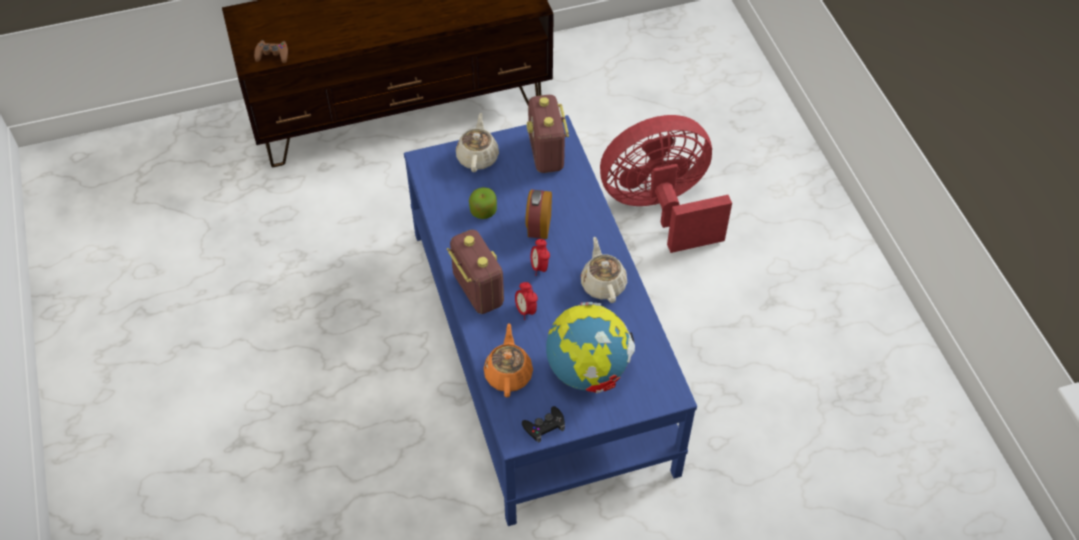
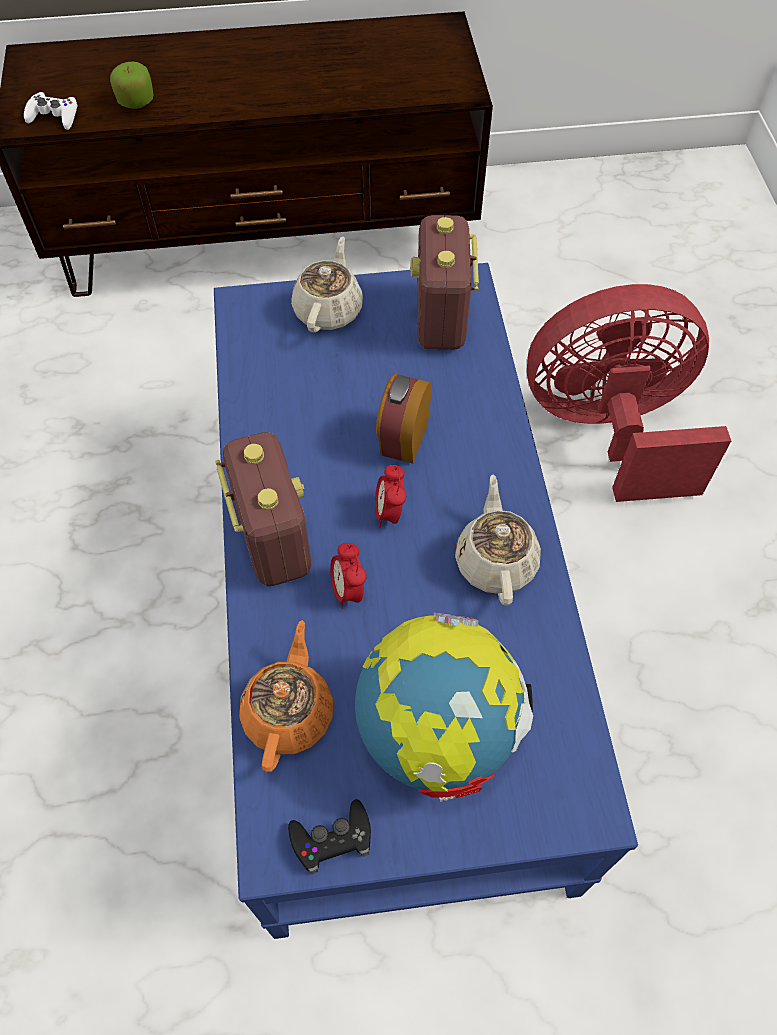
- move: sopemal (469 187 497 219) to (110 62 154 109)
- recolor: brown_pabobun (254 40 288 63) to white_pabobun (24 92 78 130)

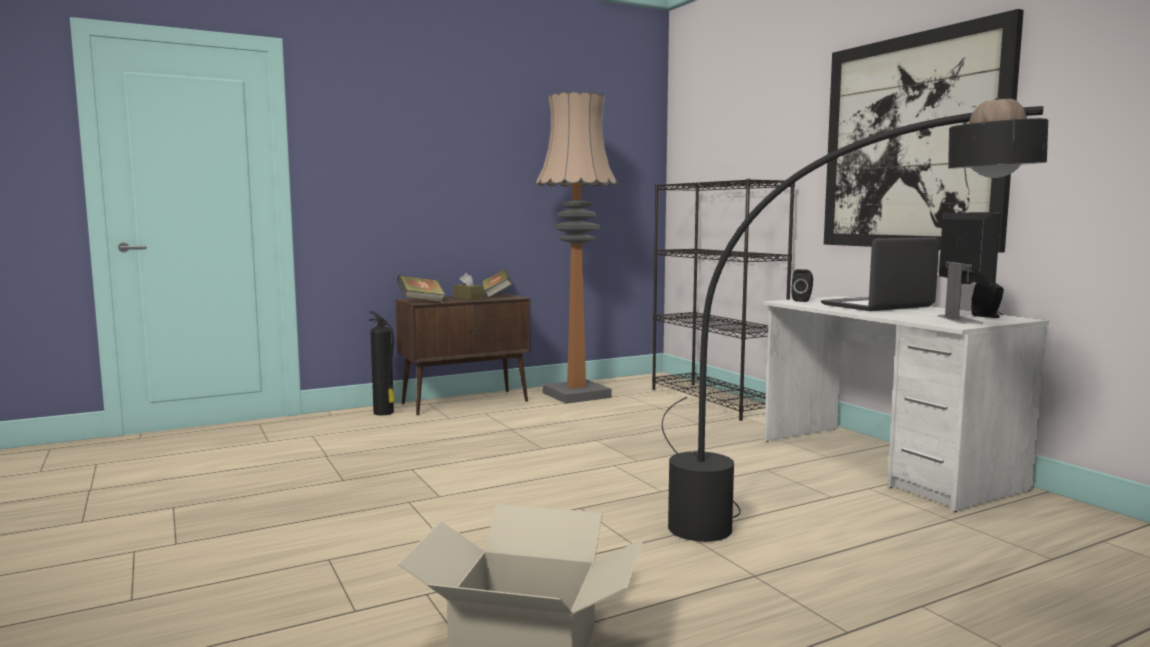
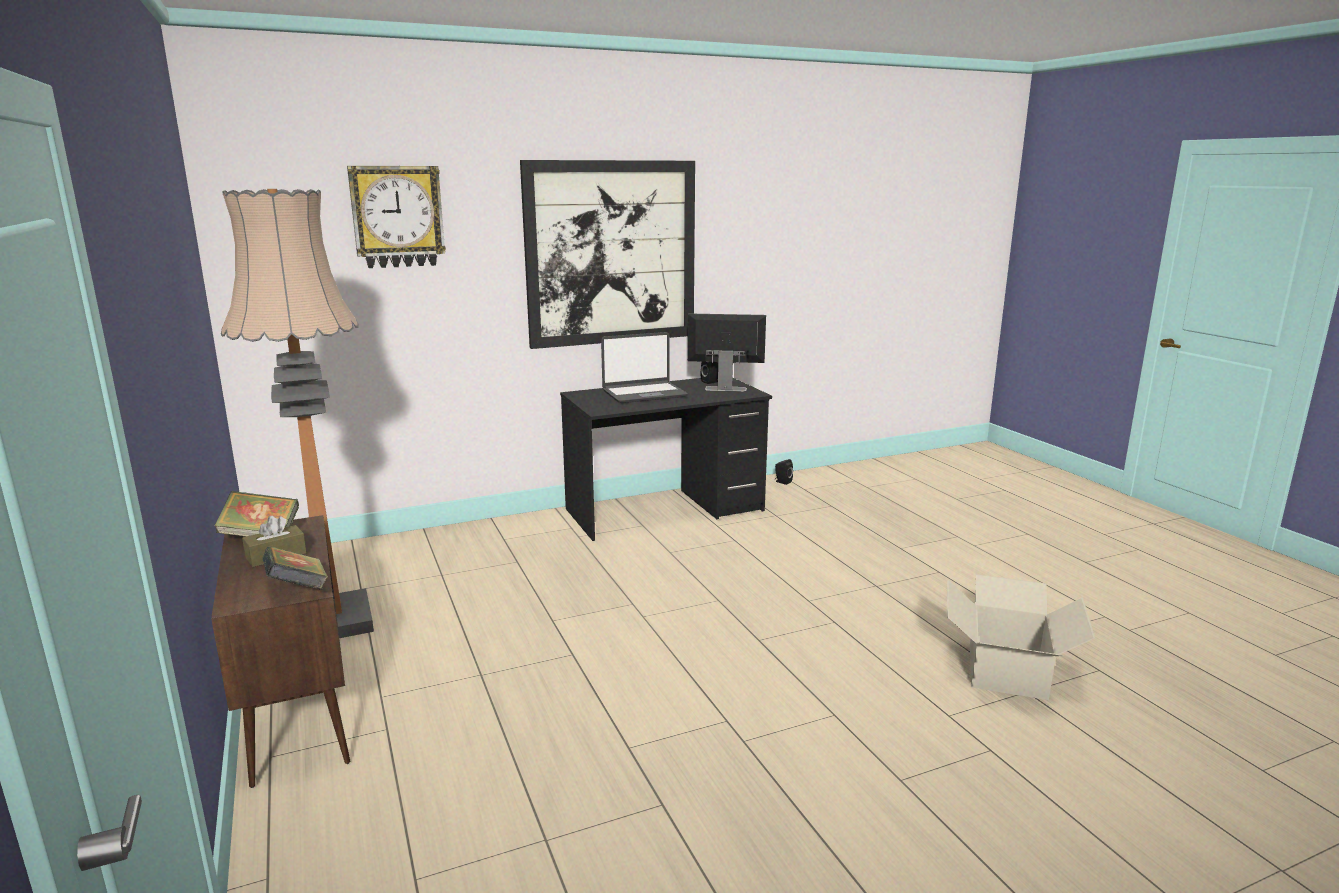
- delete: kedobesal (369 311 396 415)
- delete: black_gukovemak (652 179 795 421)
- delete: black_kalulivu (662 98 1048 542)
- insert: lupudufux (347 166 446 268)
- move: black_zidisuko (791 269 813 302) to (775 459 793 485)
- recolor: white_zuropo (764 296 1049 512) to black_zuropo (560 378 772 541)
- rotate: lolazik (821 237 939 311) = (601 332 688 403) 90 degrees counterclockwise

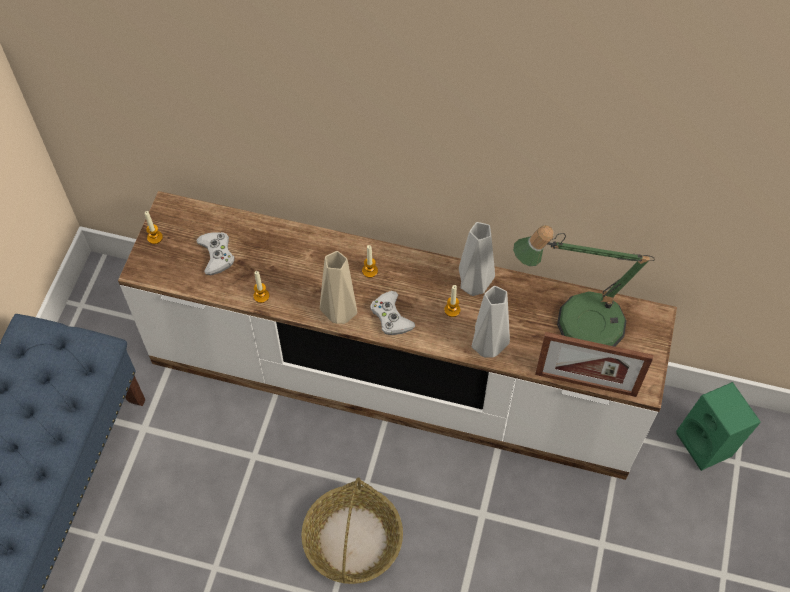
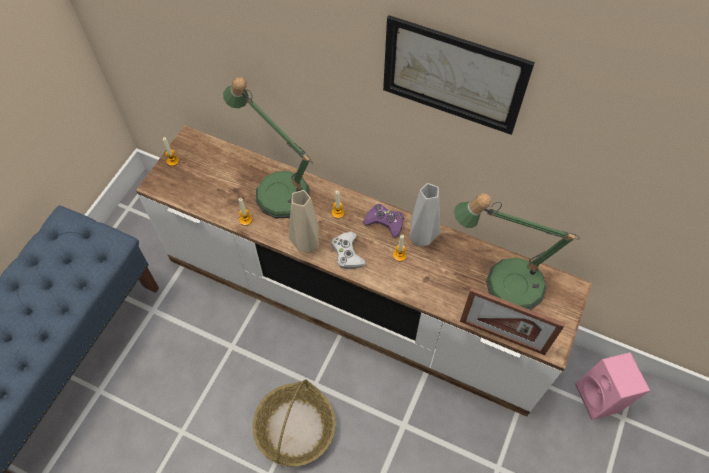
- delete: white_pabobun (197 232 235 275)
- delete: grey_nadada (472 286 510 358)
- insert: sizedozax (223 77 313 218)
- insert: purple_pabobun (363 204 404 237)
- insert: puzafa (383 15 535 135)
- recolor: green_zidisuko (676 382 761 471) to pink_zidisuko (575 352 650 420)

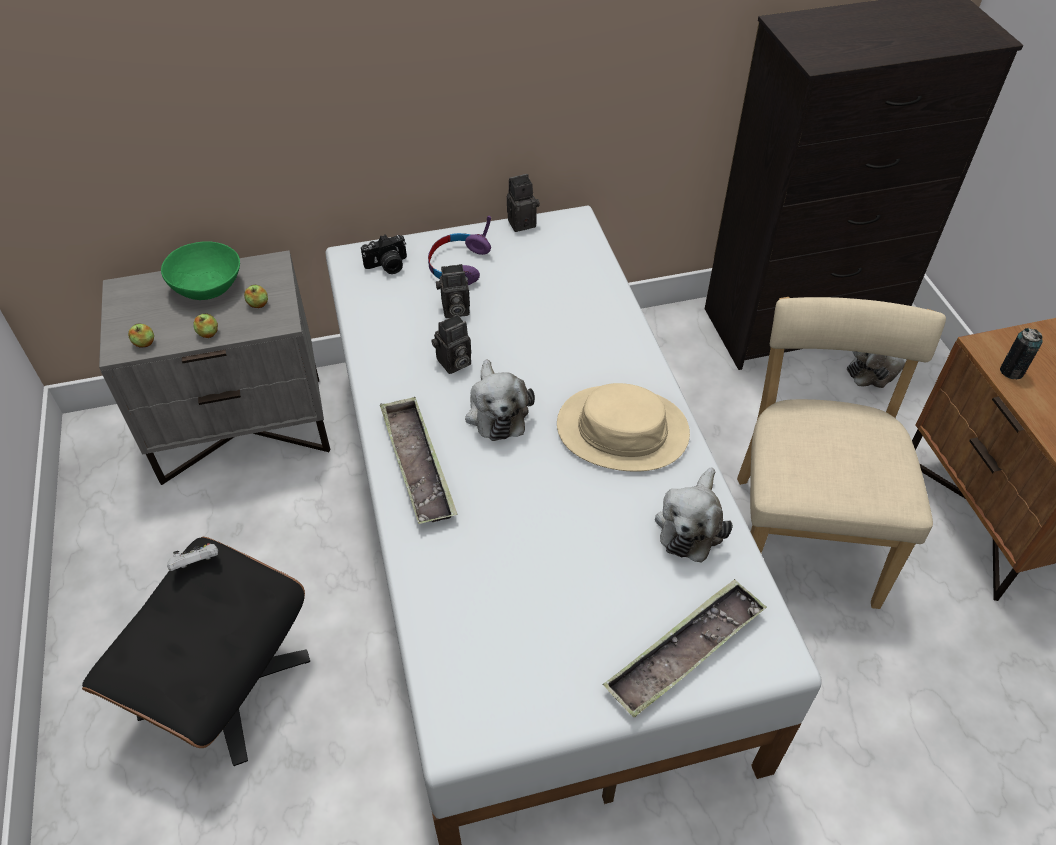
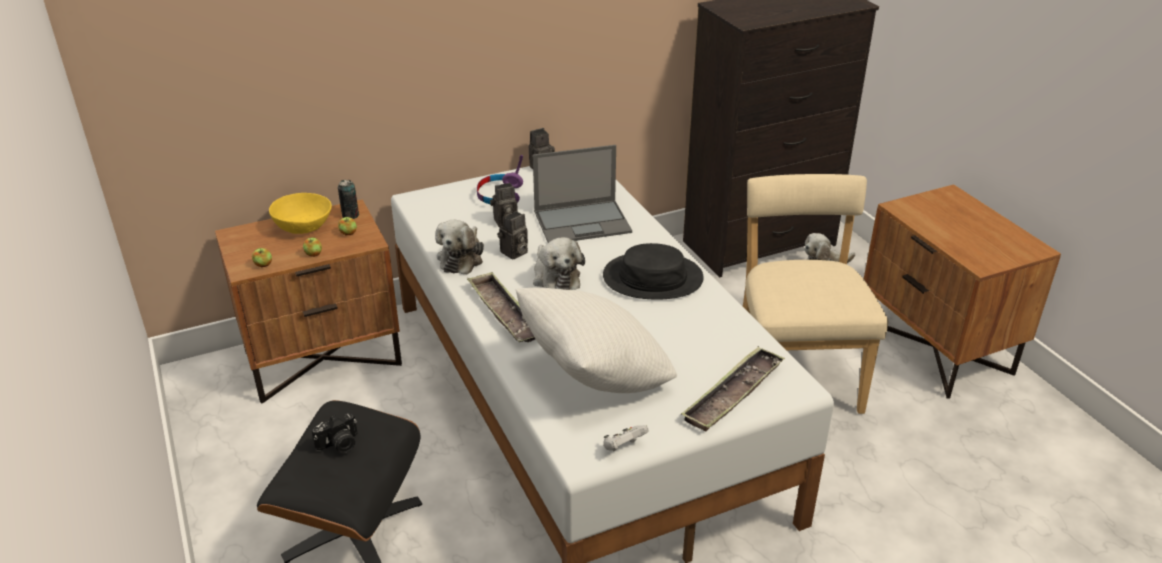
- insert: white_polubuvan (515 288 677 393)
- insert: lolazik (533 145 632 243)
- move: white_pabobun (167 543 218 571) to (603 425 649 452)
- move: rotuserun (361 234 407 274) to (312 413 358 453)
- move: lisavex (655 467 733 563) to (435 219 484 274)
- move: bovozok (1000 328 1043 380) to (338 180 359 219)
- recolor: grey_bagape (99 250 331 485) to brown_bagape (215 199 402 404)
- recolor: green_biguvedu (161 241 240 300) to yellow_biguvedu (269 193 332 234)
- recolor: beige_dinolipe (557 383 690 472) to black_dinolipe (603 243 704 300)

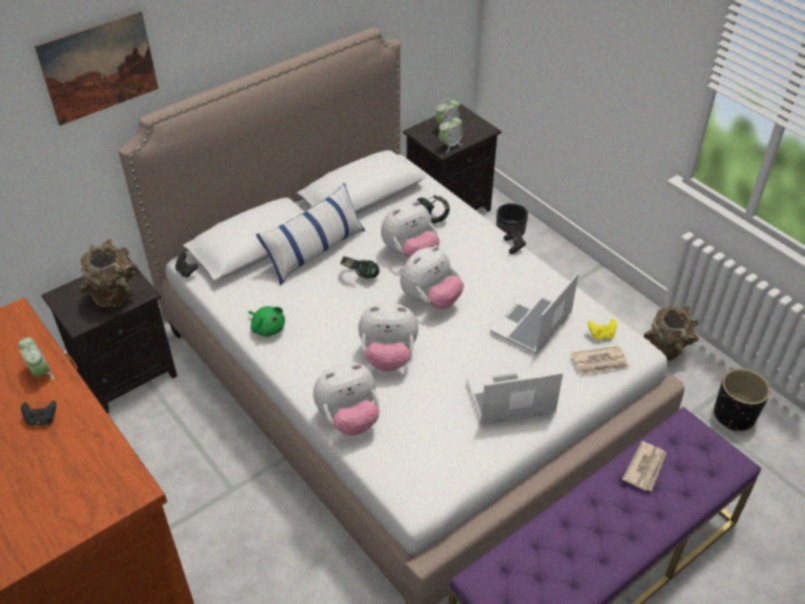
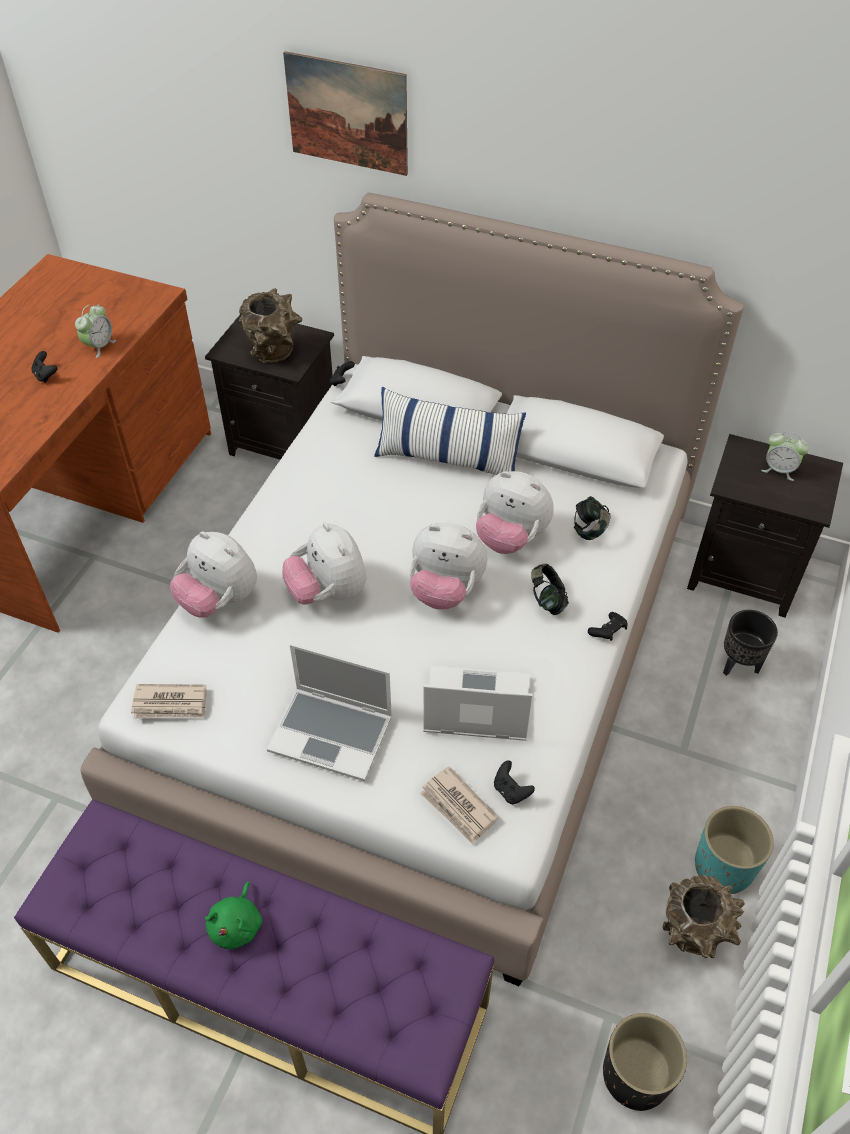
- delete: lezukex (439 116 463 153)
- insert: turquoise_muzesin (695 806 774 894)
- move: green_lisavex (248 306 285 337) to (205 882 262 949)
- move: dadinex (340 256 380 279) to (531 564 569 615)
- move: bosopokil (622 441 666 492) to (131 684 207 719)
- recolor: yellow_pabobun (588 318 617 340) to black_pabobun (494 760 535 804)
- rotate: lolazik (467 368 563 425) = (267 644 392 781) 150 degrees clockwise

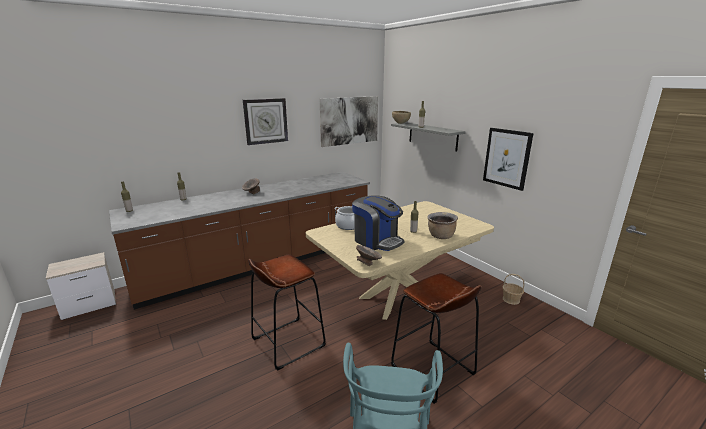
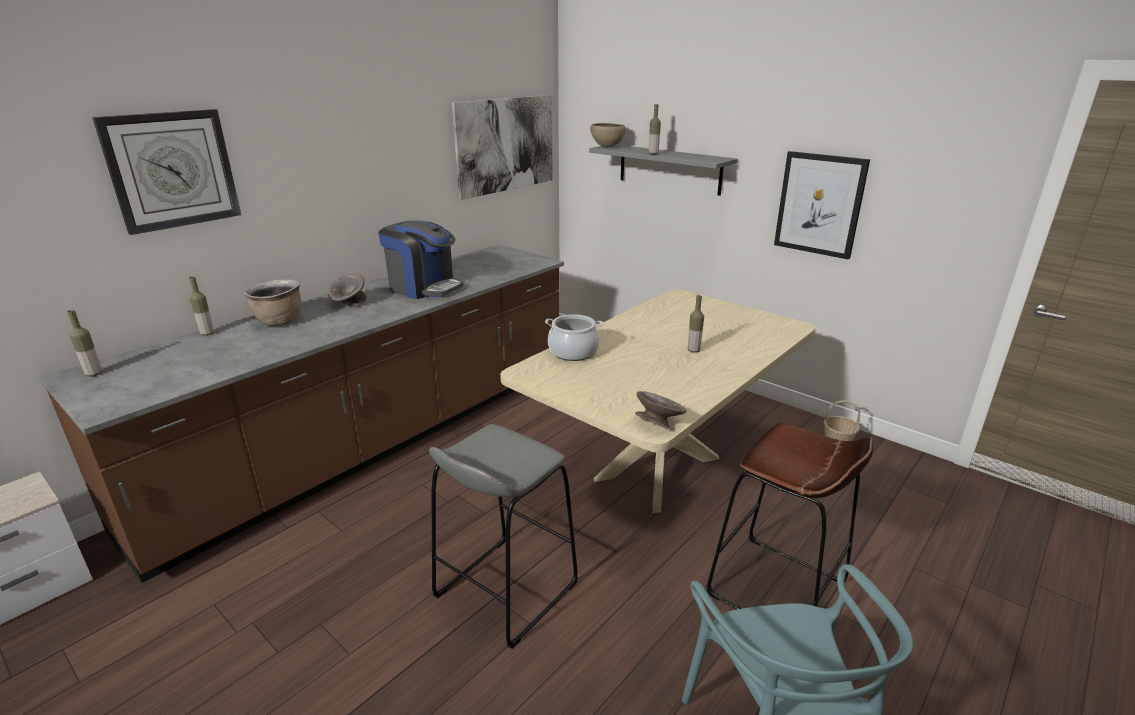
- move: lupudufux (243 98 288 145) to (92 109 241 235)
- move: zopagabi (352 195 404 251) to (378 220 463 299)
- move: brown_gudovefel (427 212 458 239) to (244 280 302 326)
- recolor: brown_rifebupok (248 254 326 371) to grey_rifebupok (429 424 578 649)

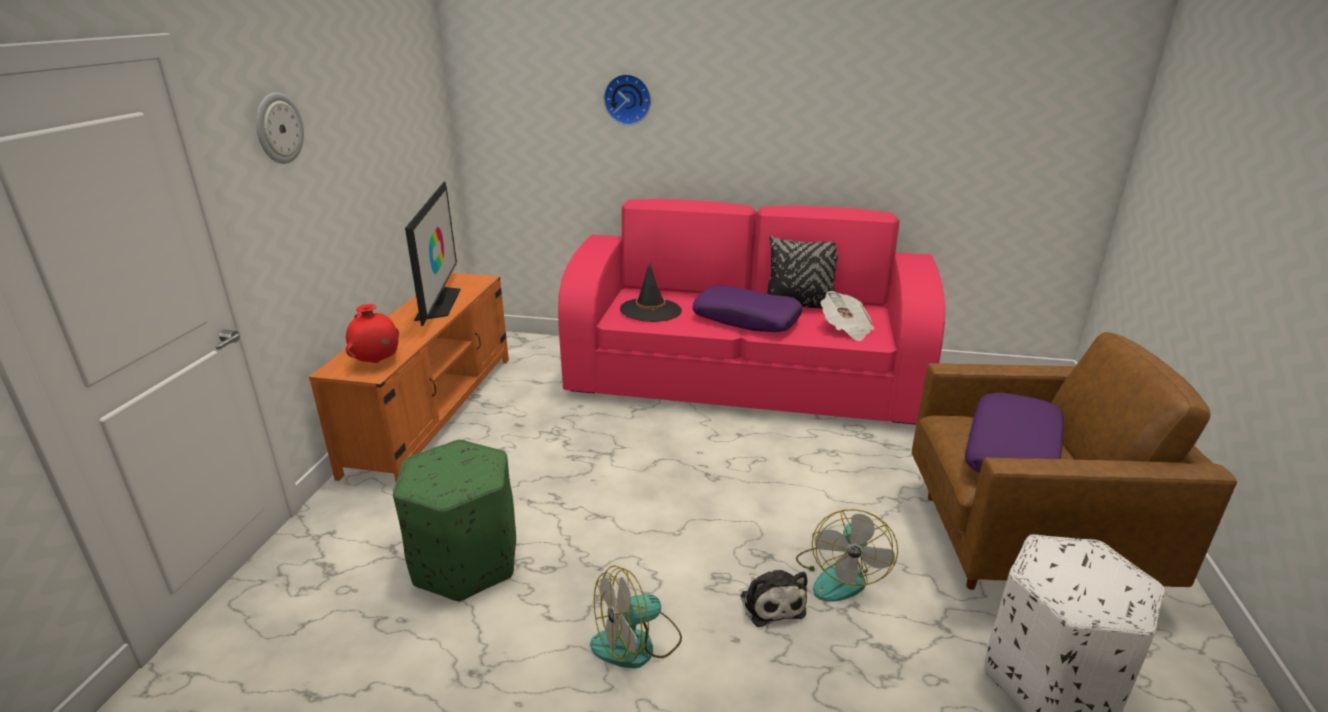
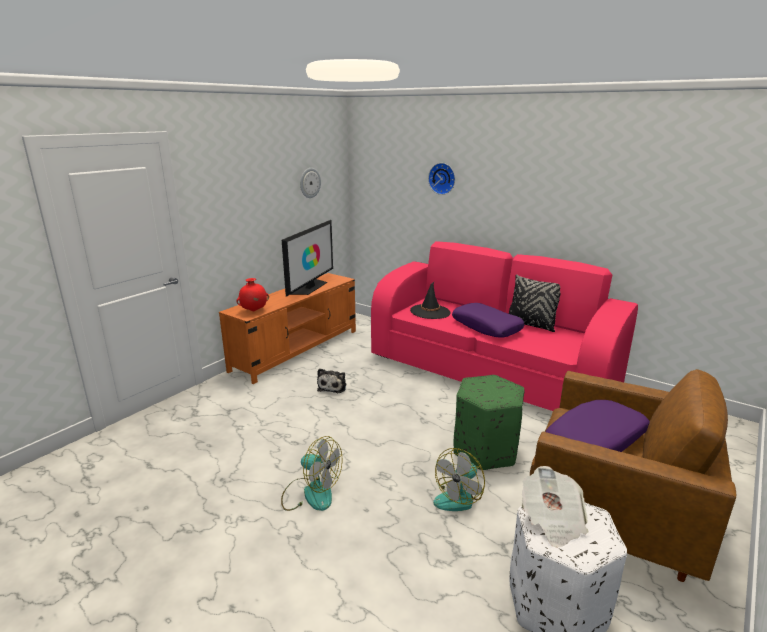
- move: lupudufux (256 92 304 164) to (300 168 321 198)
- move: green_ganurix (393 440 516 602) to (454 375 525 471)
- move: lisavex (740 570 807 627) to (317 368 346 393)
- move: bosopokil (821 291 875 341) to (521 466 588 548)
- rotate: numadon (590 565 682 668) = (281 436 342 511) 150 degrees counterclockwise

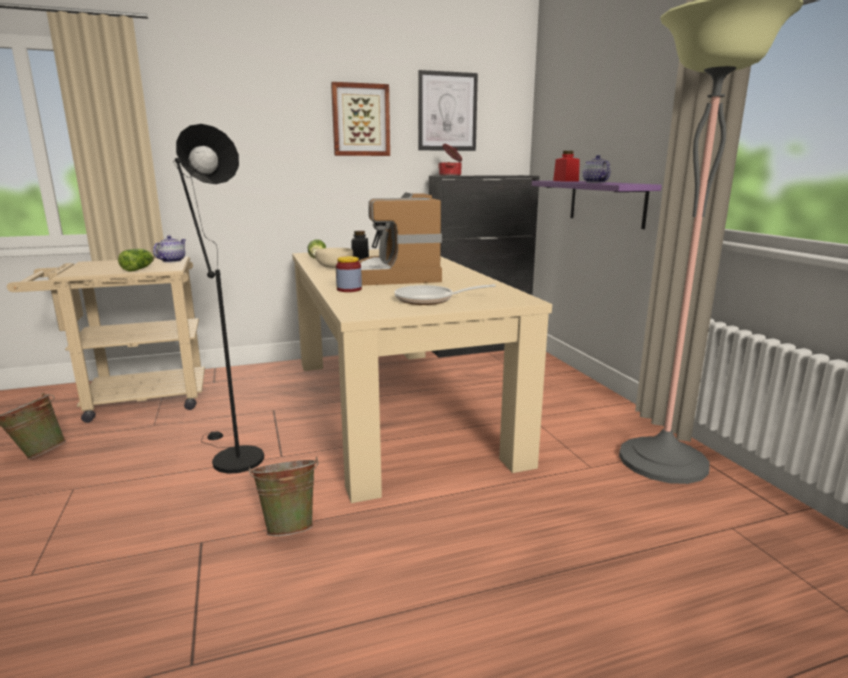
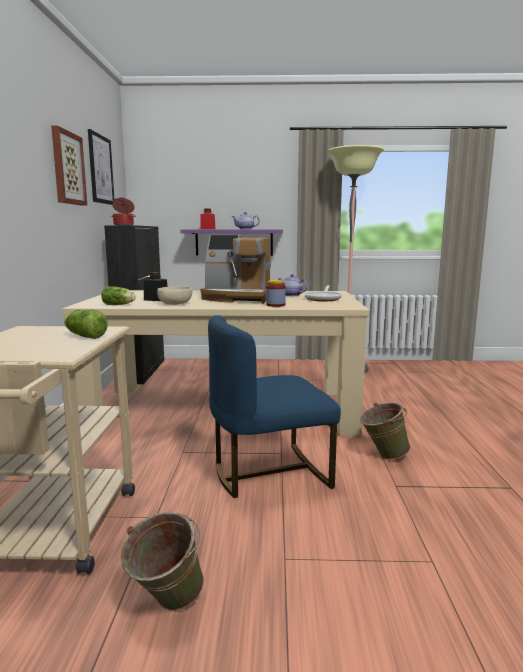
- move: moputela (153 235 186 262) to (278 274 307 296)
- replace: black_kalulivu (173 124 264 474) to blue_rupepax (208 315 341 498)

